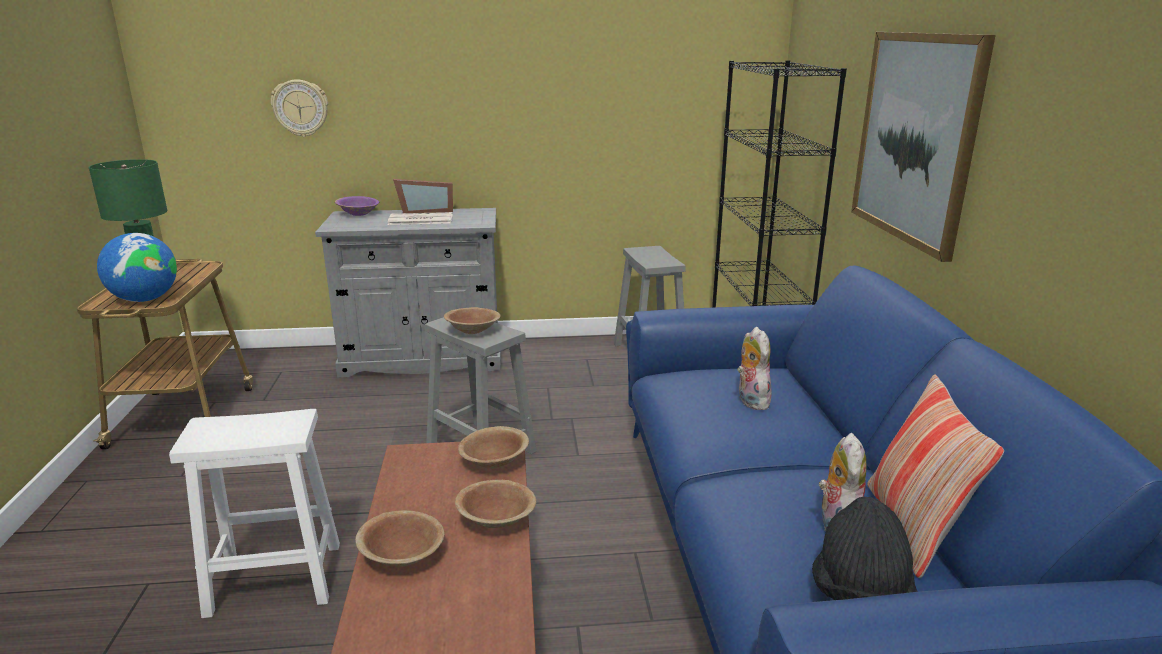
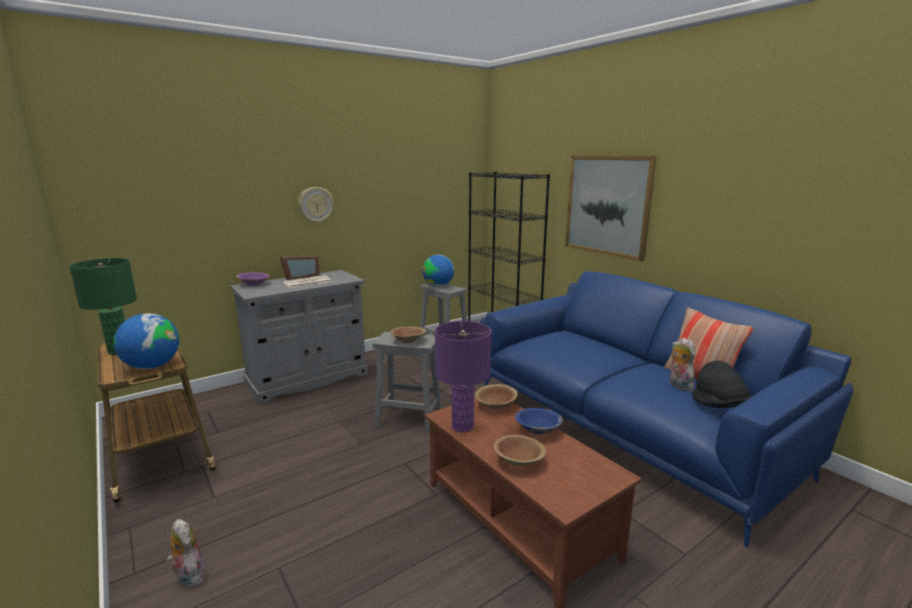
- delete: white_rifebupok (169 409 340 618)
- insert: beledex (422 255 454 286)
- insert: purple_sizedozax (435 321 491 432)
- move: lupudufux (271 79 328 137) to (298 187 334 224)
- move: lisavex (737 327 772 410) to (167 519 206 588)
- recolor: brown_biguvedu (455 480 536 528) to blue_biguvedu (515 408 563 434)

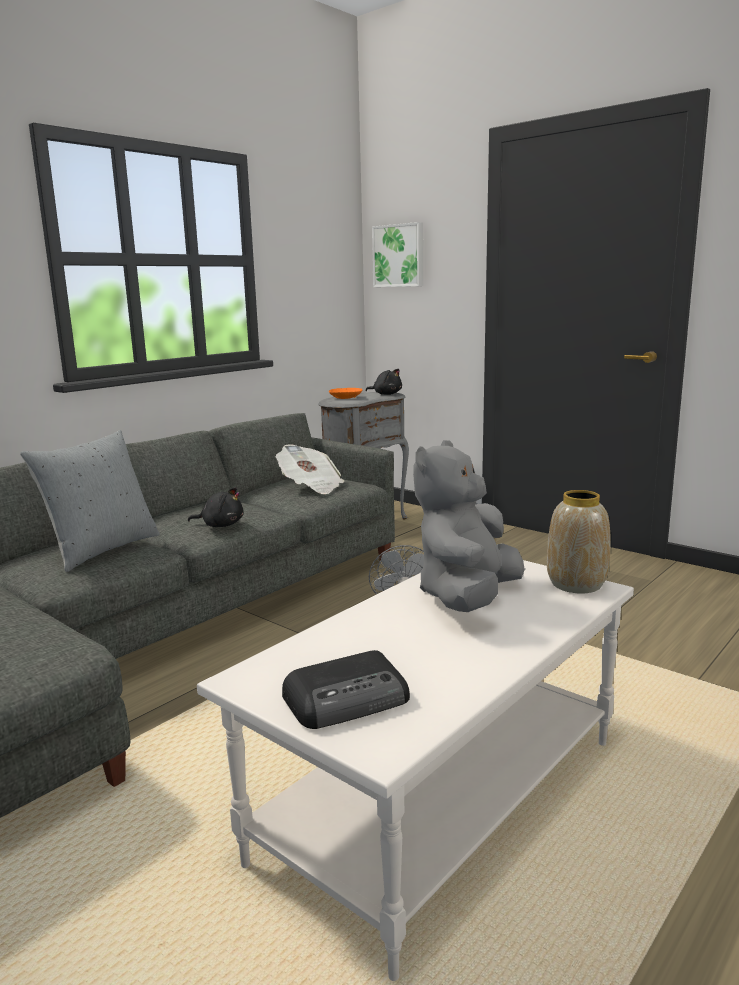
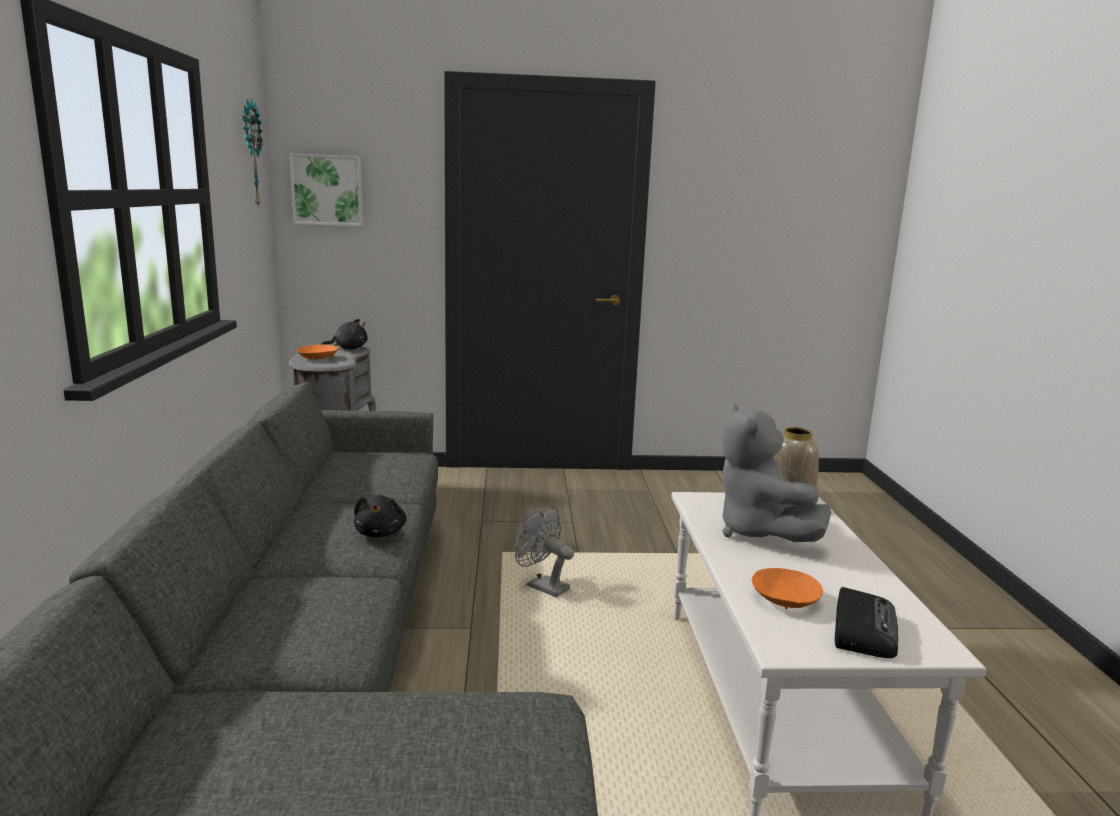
- delete: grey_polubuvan (20 430 160 572)
- delete: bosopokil (276 444 344 494)
- insert: lupudufux (243 99 263 208)
- insert: orange_biguvedu (752 568 823 609)
- rotate: black_lisavex (188 487 244 527) = (354 495 407 538) 120 degrees clockwise

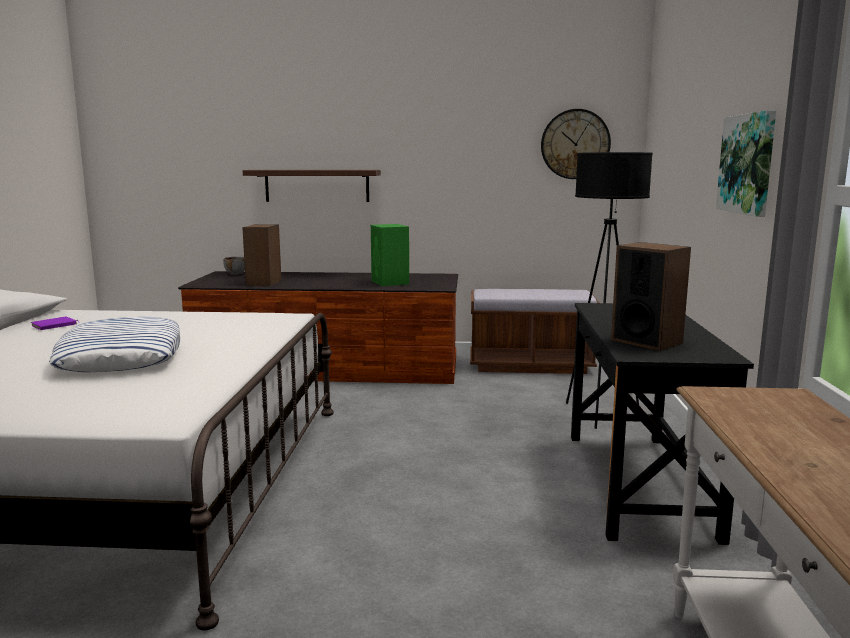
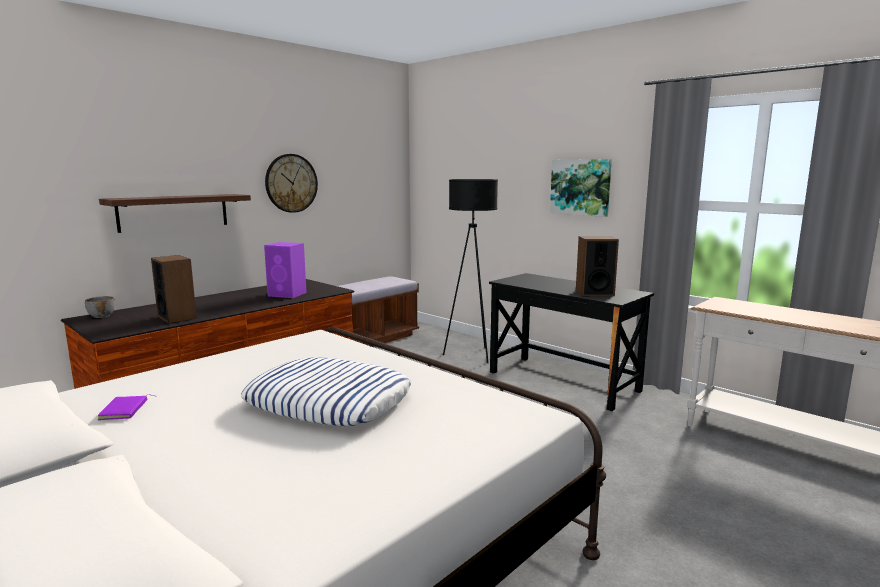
- move: lupudufux (541 109 611 179) to (265 154 318 213)
- recolor: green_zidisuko (371 224 409 286) to purple_zidisuko (264 242 307 298)

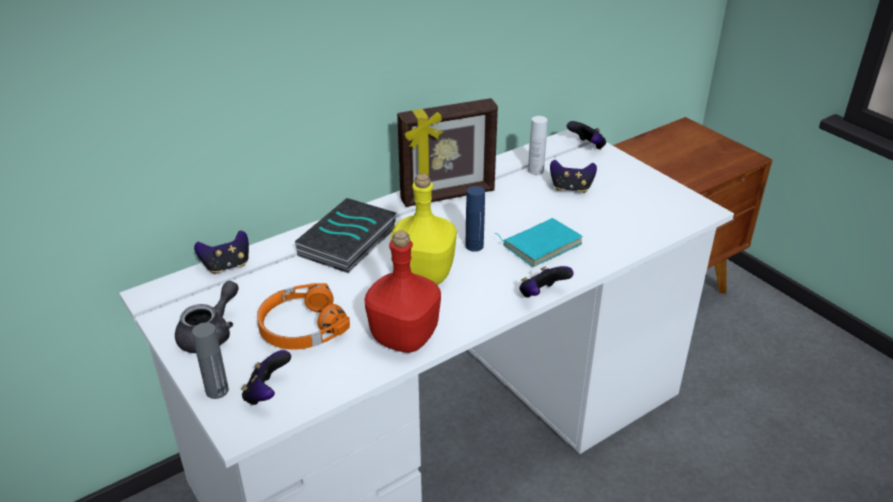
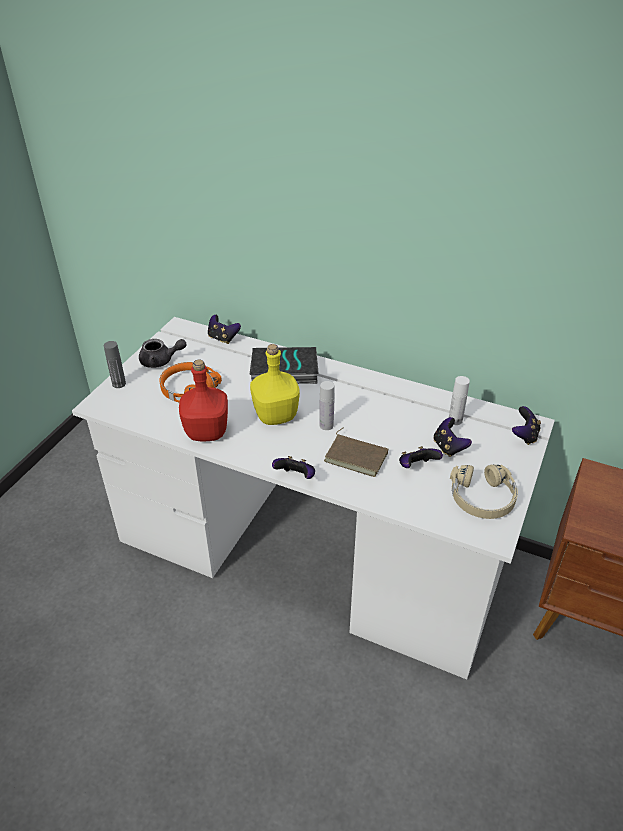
- delete: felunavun (397 98 498 207)
- insert: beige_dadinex (450 465 518 519)
- move: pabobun (241 350 291 405) to (399 446 443 468)
- recolor: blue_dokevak (466 186 485 252) to white_dokevak (319 381 334 430)
- recolor: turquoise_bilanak (494 218 583 267) to brown_bilanak (324 428 388 477)

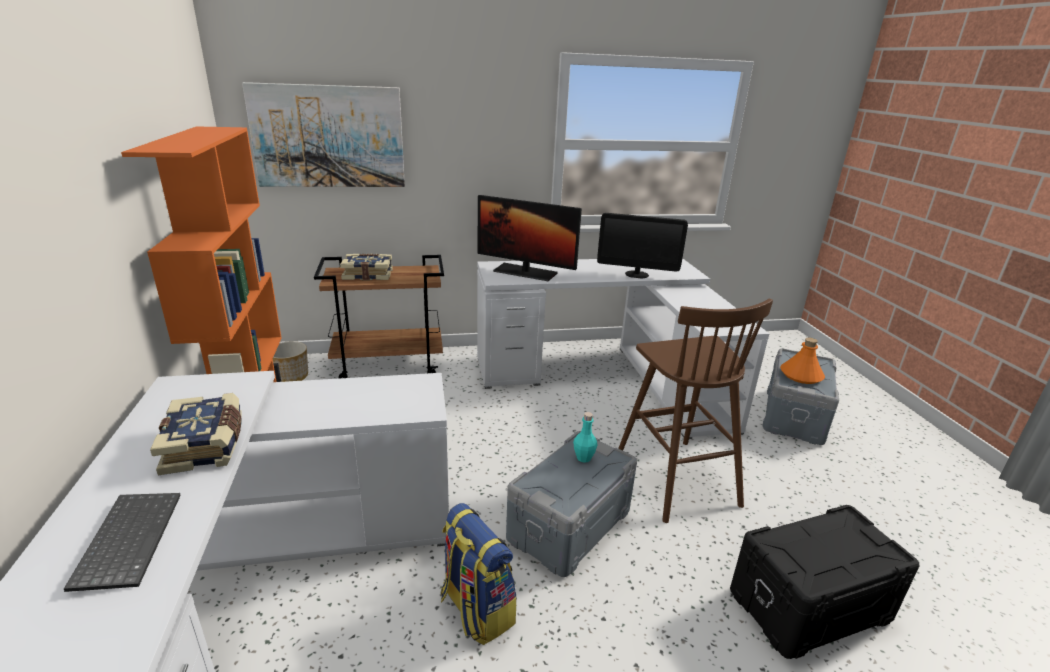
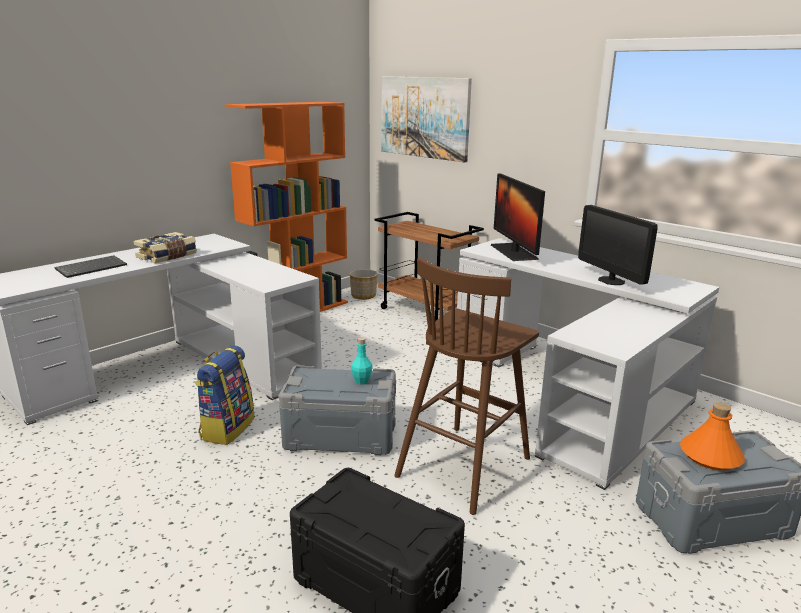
- delete: bilanak (340 254 393 280)

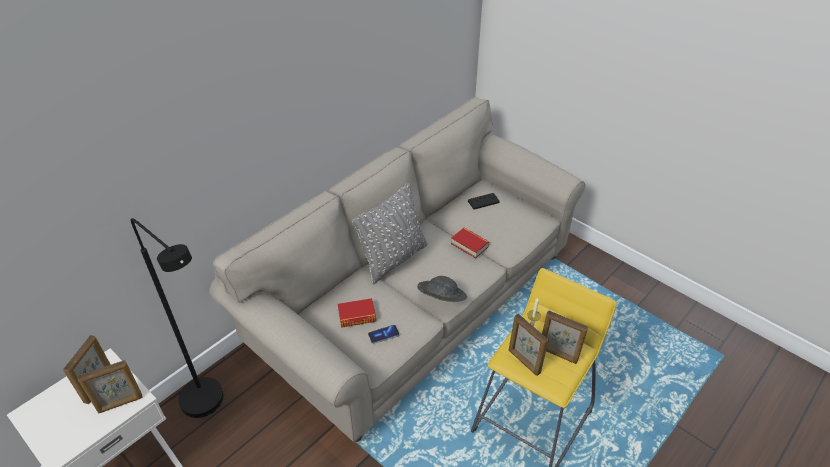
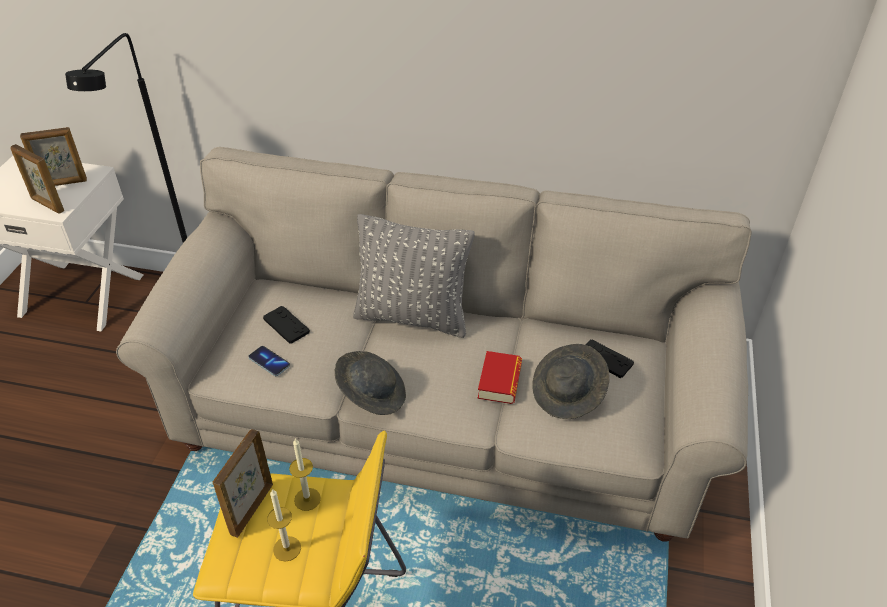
- insert: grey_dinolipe (532 344 609 419)
- replace: bilanak (338 298 376 328) to black_pabobun (263 306 310 344)
- replace: felunavun (542 310 588 364) to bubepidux (267 489 301 562)

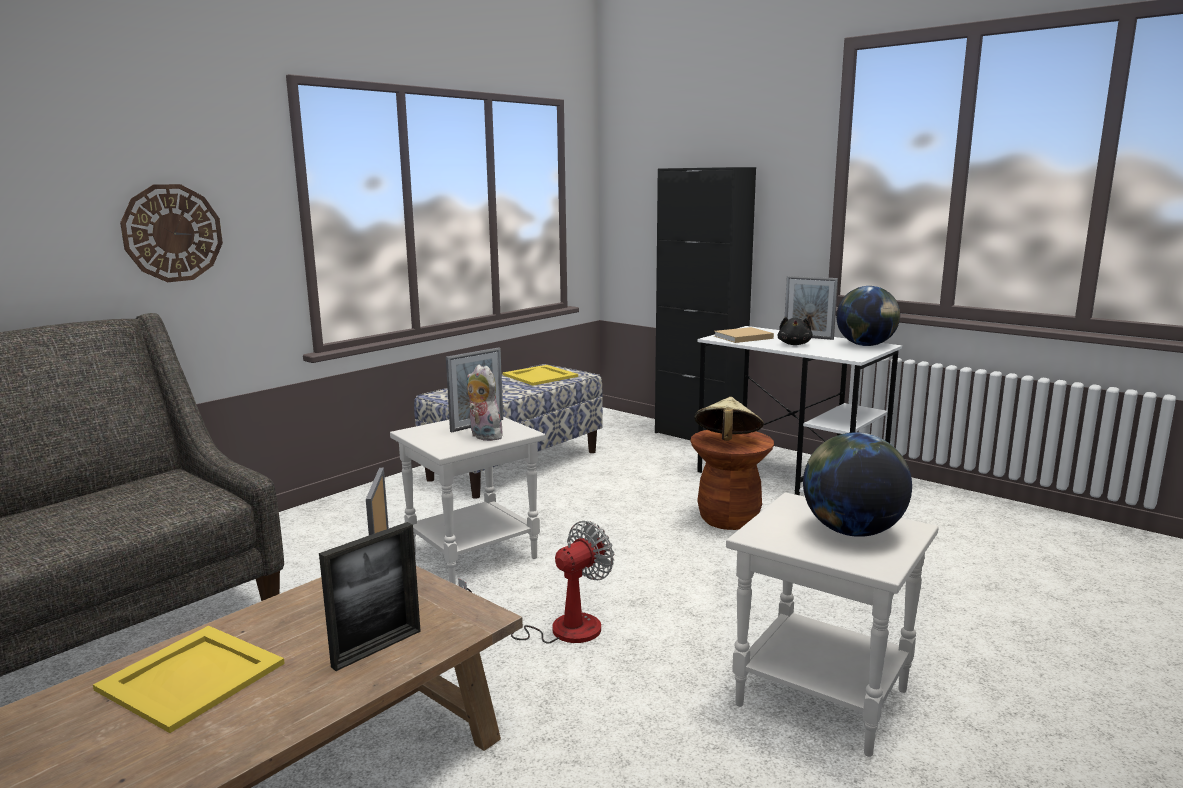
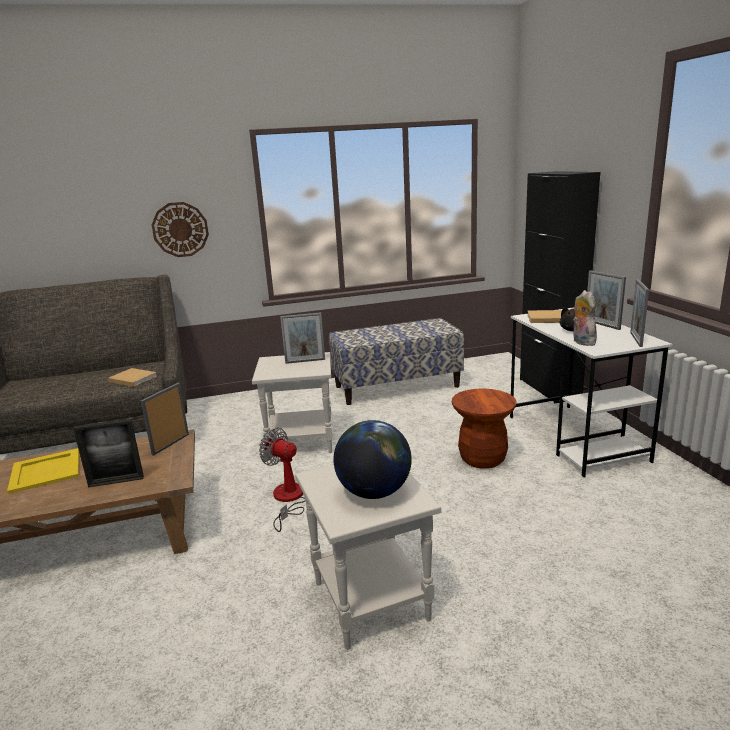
- delete: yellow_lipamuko (502 365 578 386)
- delete: beige_dinolipe (694 397 764 441)
- insert: beige_bilanak (108 368 157 387)
- move: lisavex (467 365 503 441) to (573 290 597 346)
- replace: beledex (836 286 900 346) to felunavun (630 279 649 347)
- rotate: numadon (458 521 614 644) = (259 428 305 532) 135 degrees counterclockwise

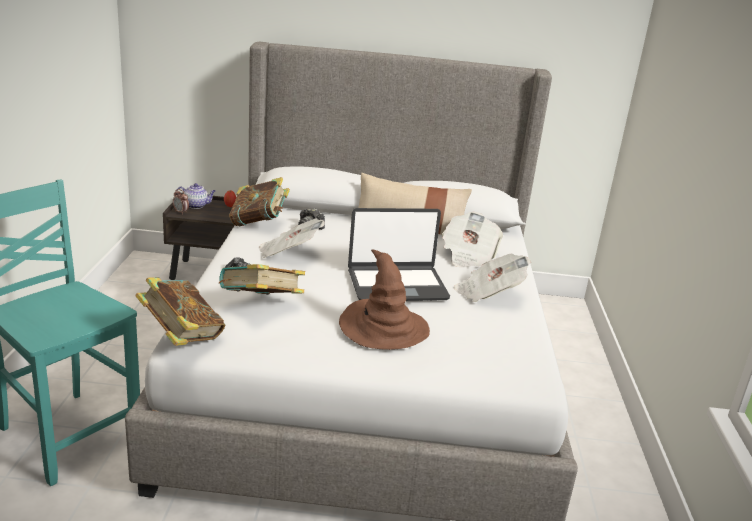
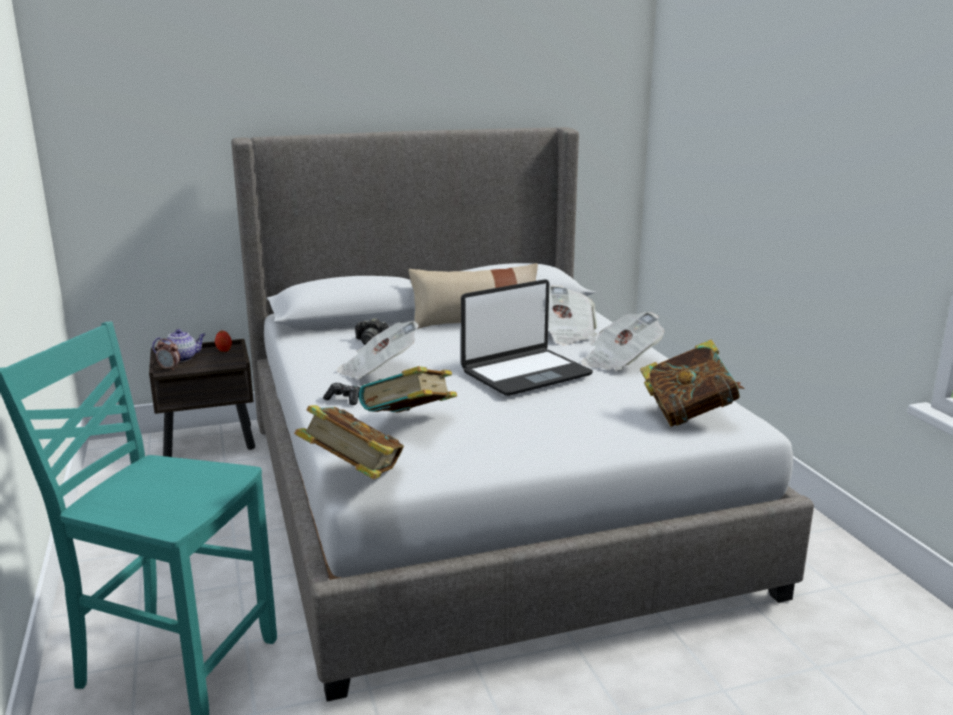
- delete: brown_dinolipe (339 249 430 350)
- move: bilanak (229 177 290 226) to (640 340 745 427)

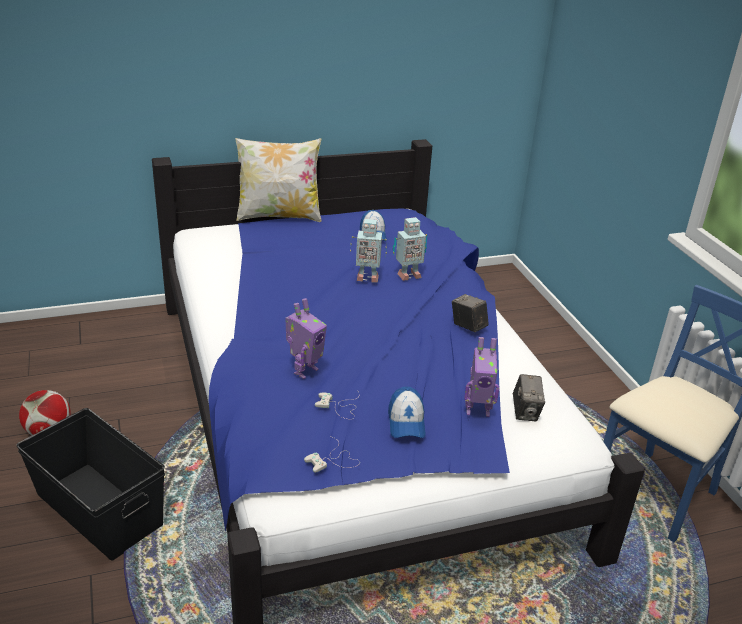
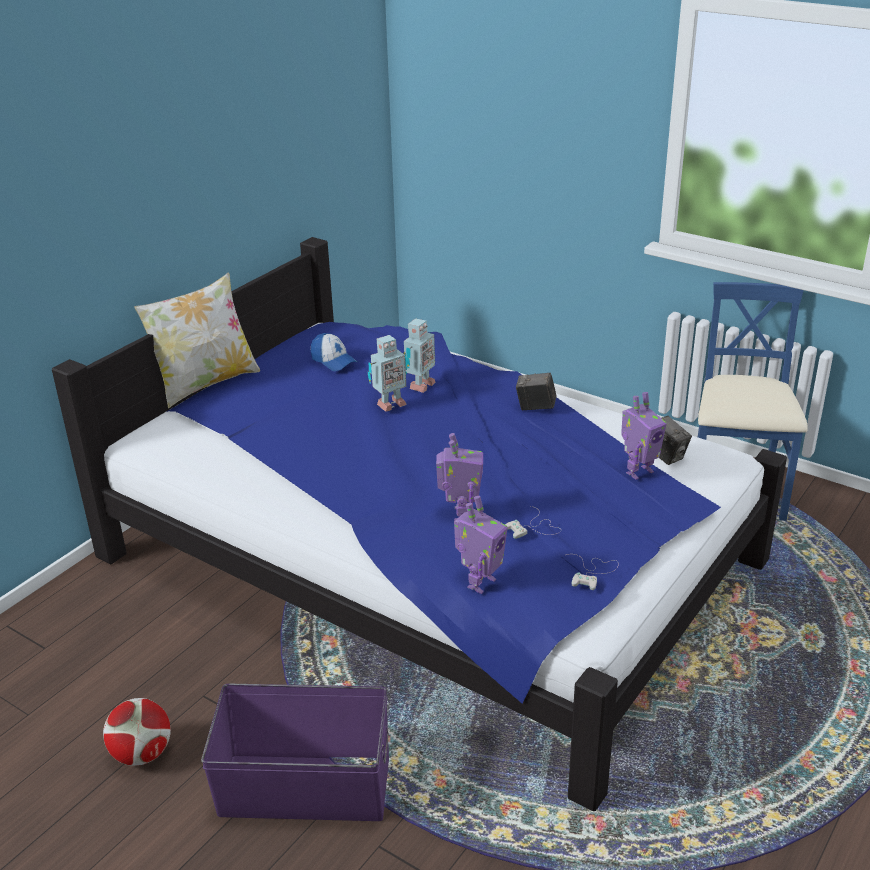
- delete: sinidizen (388 386 426 438)
- insert: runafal (454 496 508 594)
- recolor: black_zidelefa (16 408 165 560) to purple_zidelefa (201 684 389 821)

